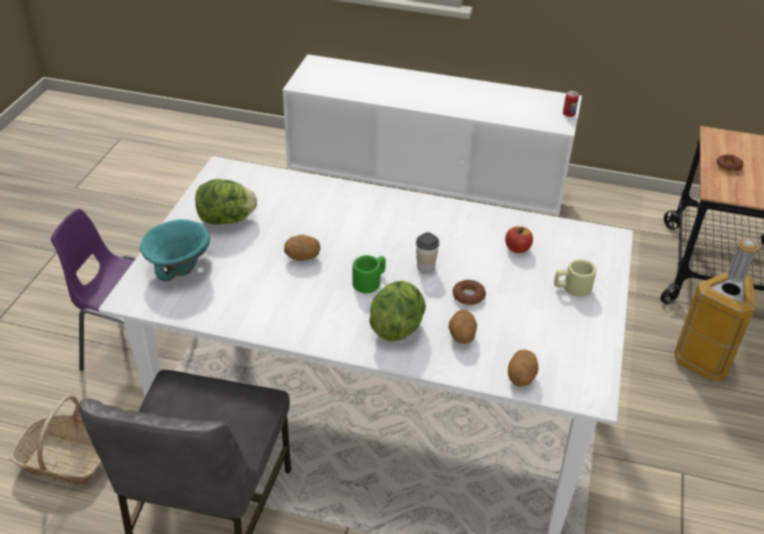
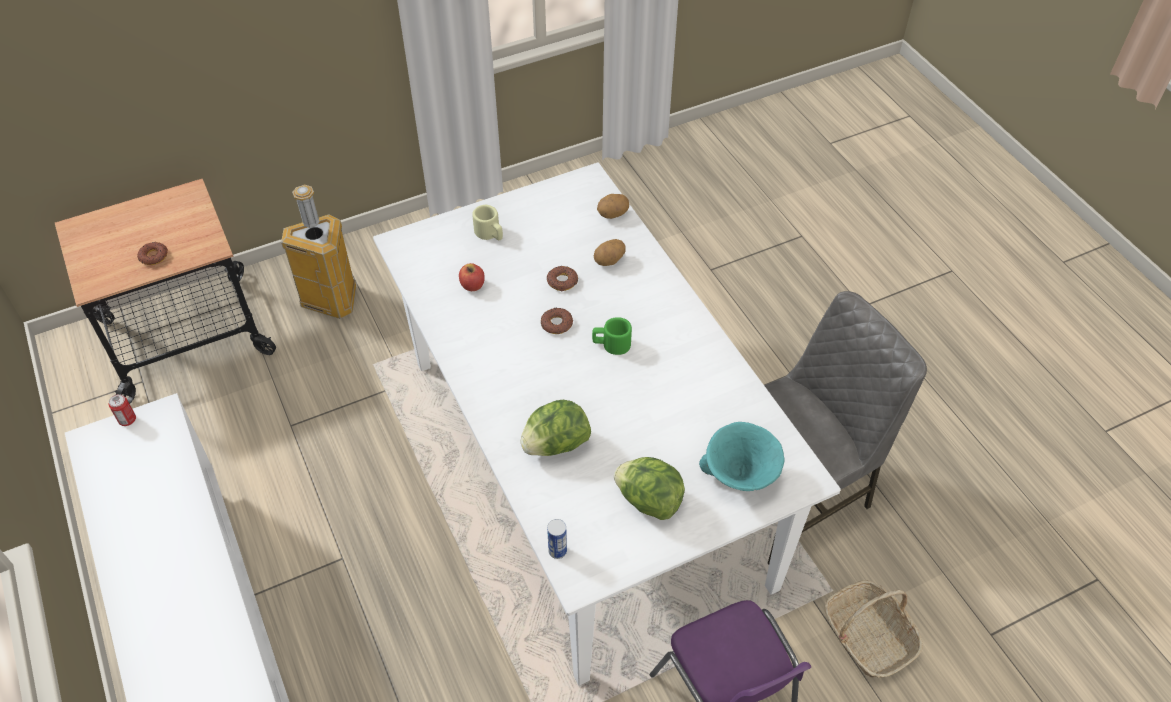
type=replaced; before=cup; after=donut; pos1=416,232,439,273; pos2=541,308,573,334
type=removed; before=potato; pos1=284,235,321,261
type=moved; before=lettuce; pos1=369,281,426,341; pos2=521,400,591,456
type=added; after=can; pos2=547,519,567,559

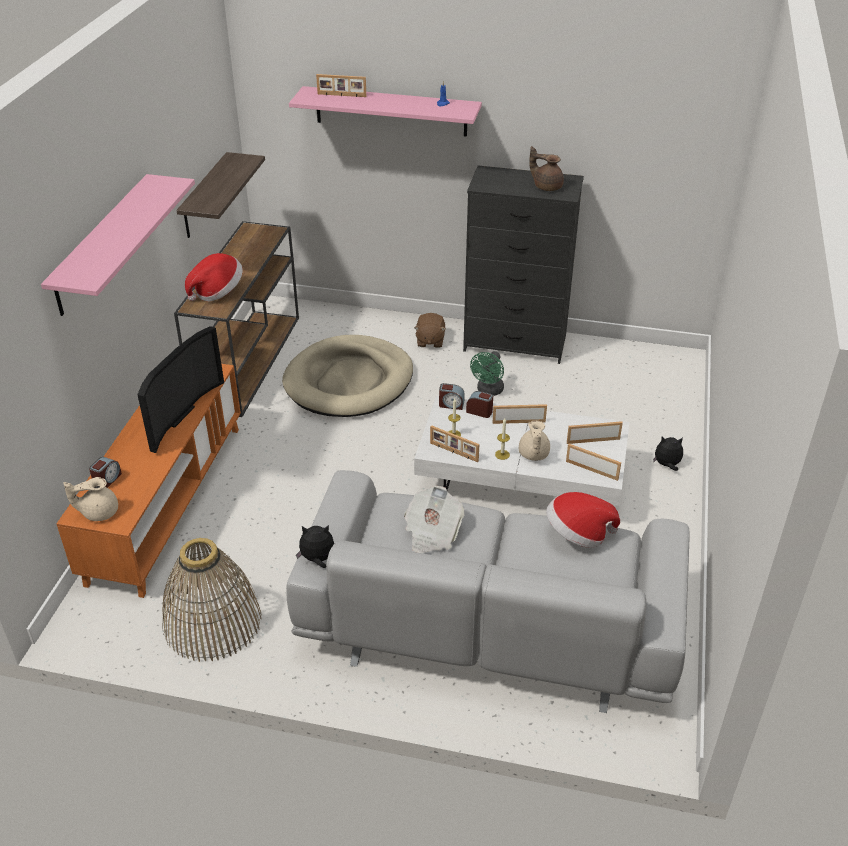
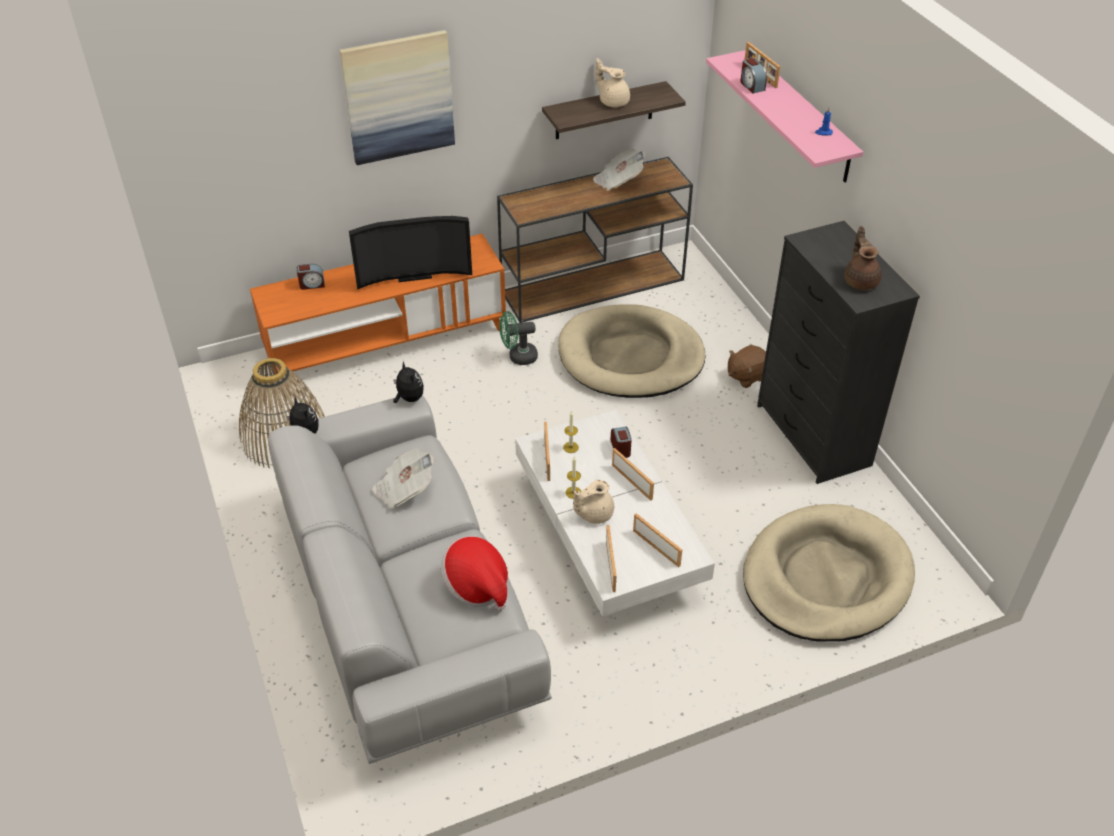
type=replaced; before=shelf in pink; after=picture; pos1=41,174,195,316; pos2=339,30,455,165
type=removed; before=hat; pos1=185,253,243,301
type=moved; before=fan in green; pos1=470,351,504,396; pos2=500,311,538,365
type=moved; before=alarm clock; pos1=439,383,465,410; pos2=740,58,767,94
type=moved; before=plush toy; pos1=653,437,683,471; pos2=393,361,424,403
type=moved; before=teapot in beige; pos1=63,477,118,521; pos2=596,58,630,107
type=added; after=newspaper; pos2=593,148,646,191
type=added; after=dog bed in beige; pos2=743,504,915,642

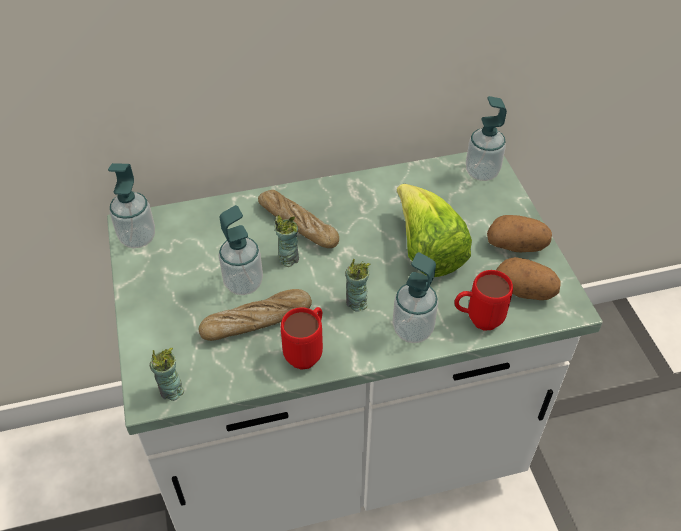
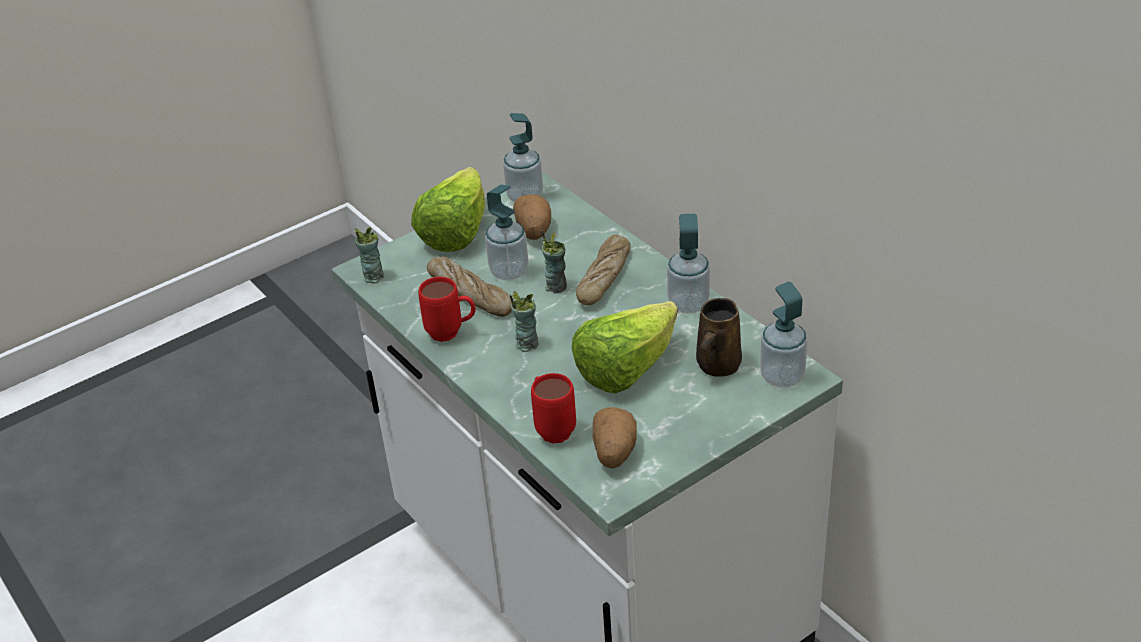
type=moved; before=potato; pos1=487,215,552,252; pos2=513,194,551,240
type=moved; before=soap dispenser; pos1=393,252,438,343; pos2=667,214,710,314
type=added; after=lettuce; pos2=411,167,485,252
type=added; after=mug in brown; pos2=696,298,742,377

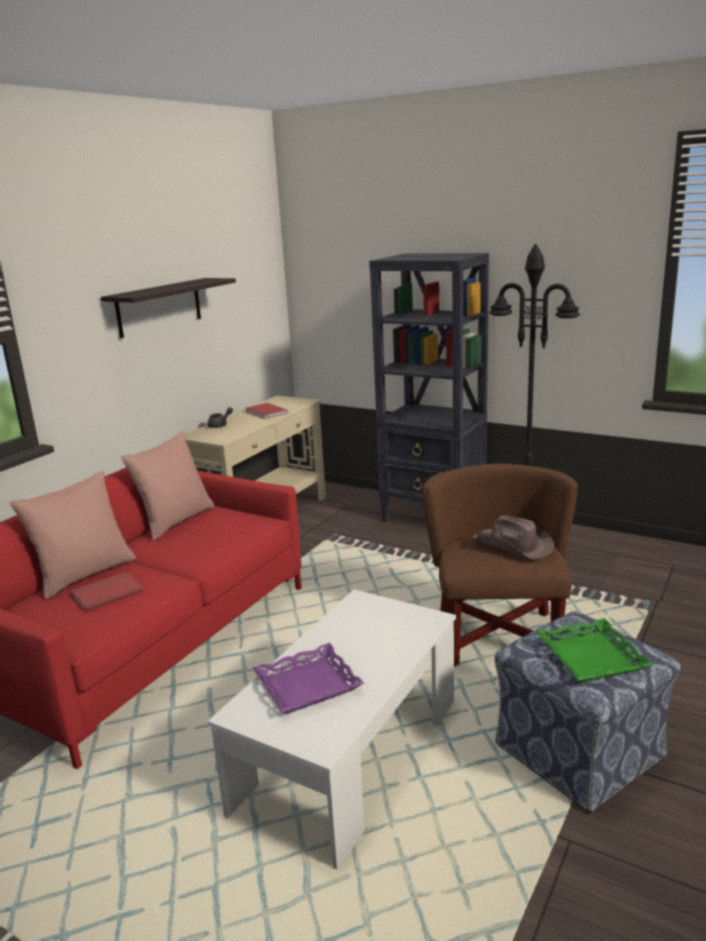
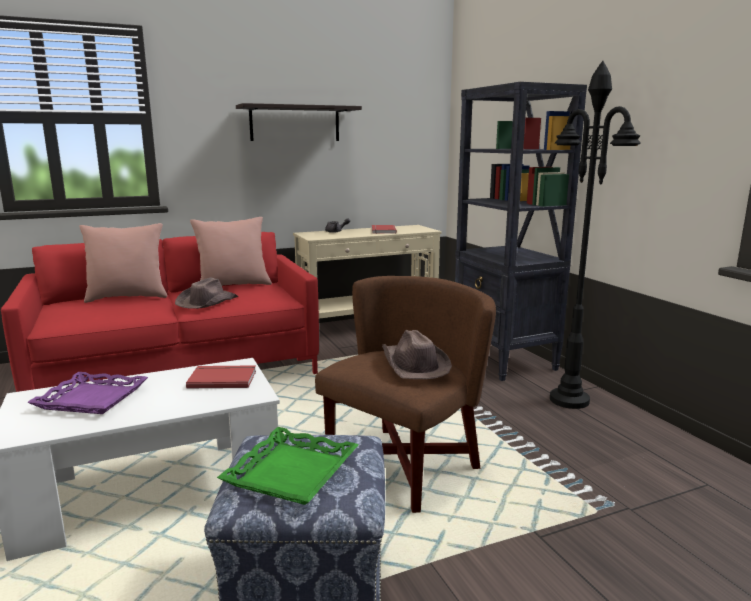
type=moved; before=book in red; pos1=71,572,142,611; pos2=186,365,256,388
type=added; after=hat in brown; pos2=175,277,238,309

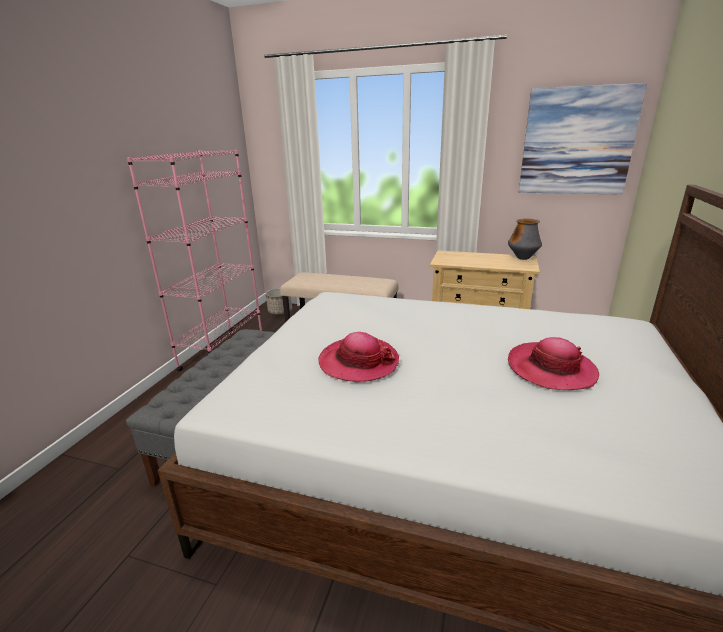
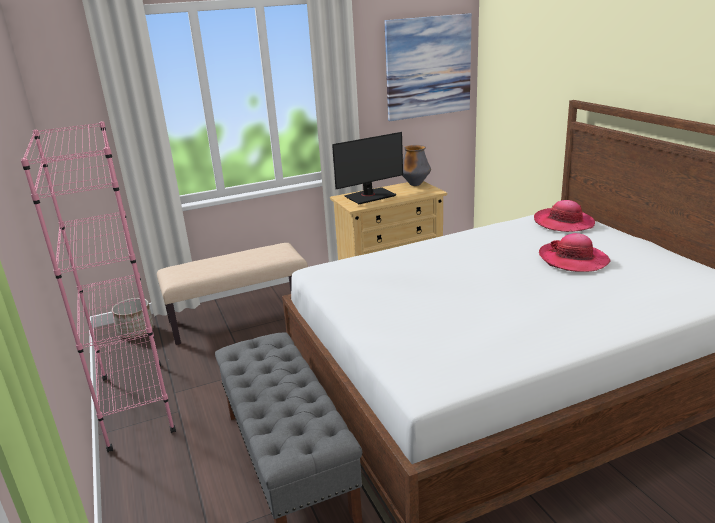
type=moved; before=hat; pos1=318,332,399,383; pos2=534,200,595,232
type=added; after=monitor; pos2=332,132,403,204

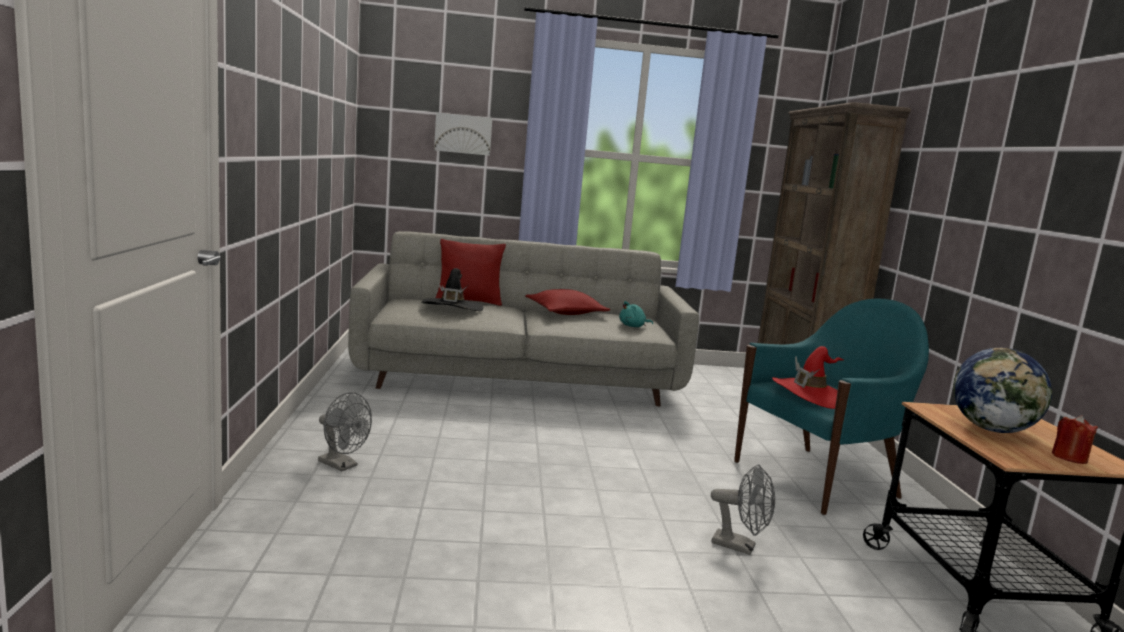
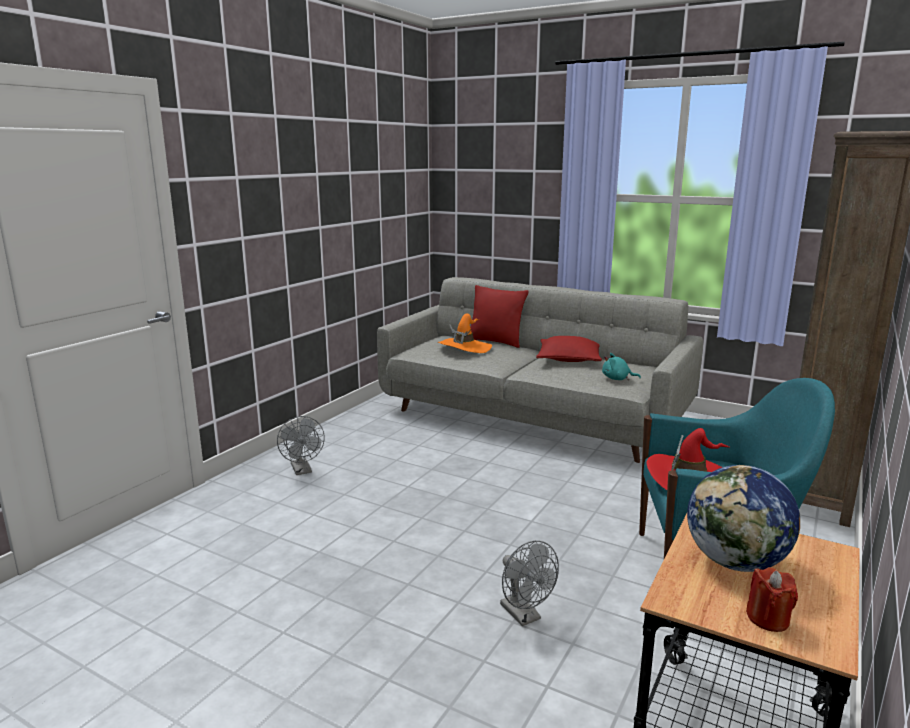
type=removed; before=picture; pos1=434,113,492,156
type=recoloured; before=hat in black; after=hat in orange; pos1=421,268,484,311; pos2=438,314,492,353

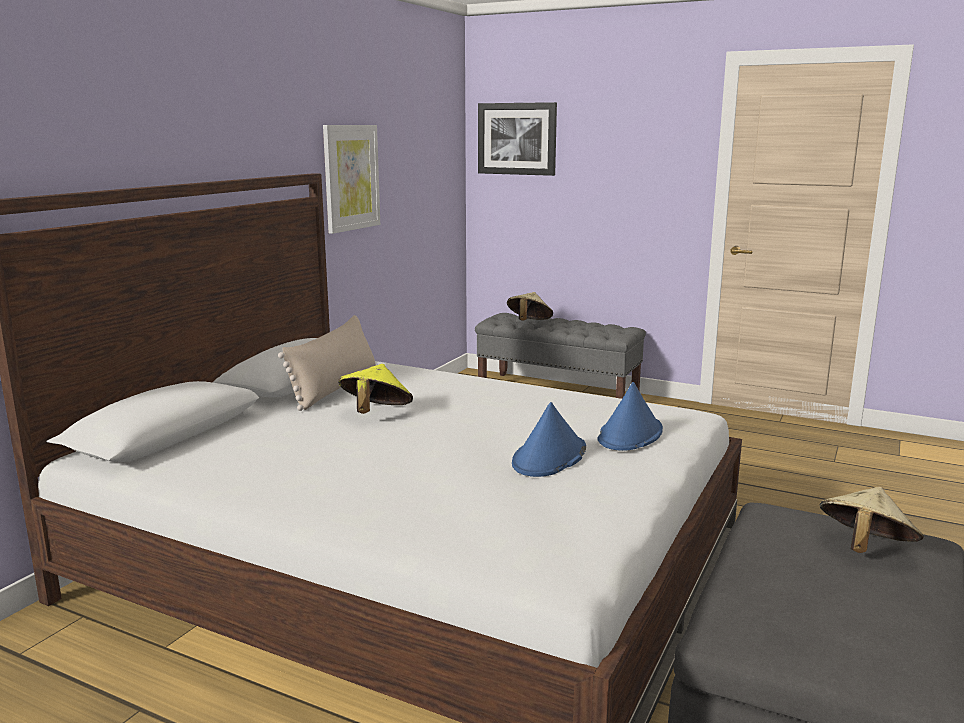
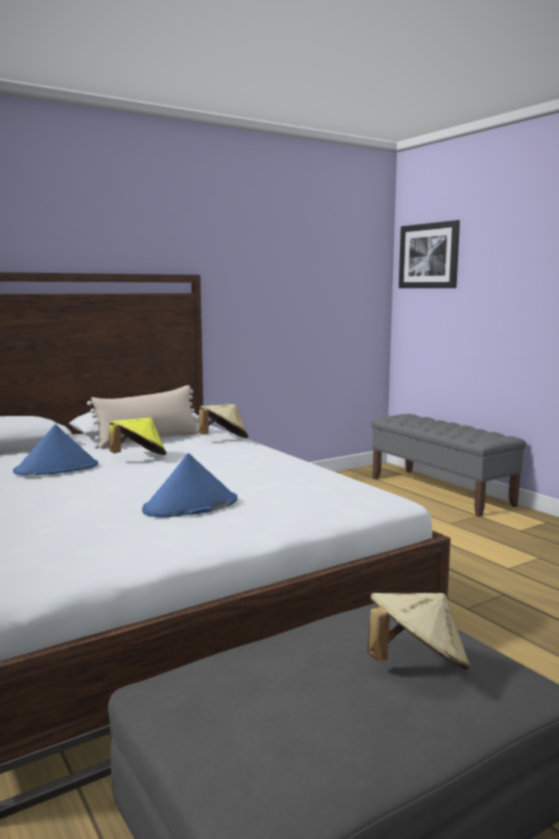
type=removed; before=picture; pos1=323,125,380,234
type=moved; before=hat in beige; pos1=507,292,553,321; pos2=199,404,248,438
type=moved; before=hat in blue; pos1=597,382,663,450; pos2=13,424,98,475

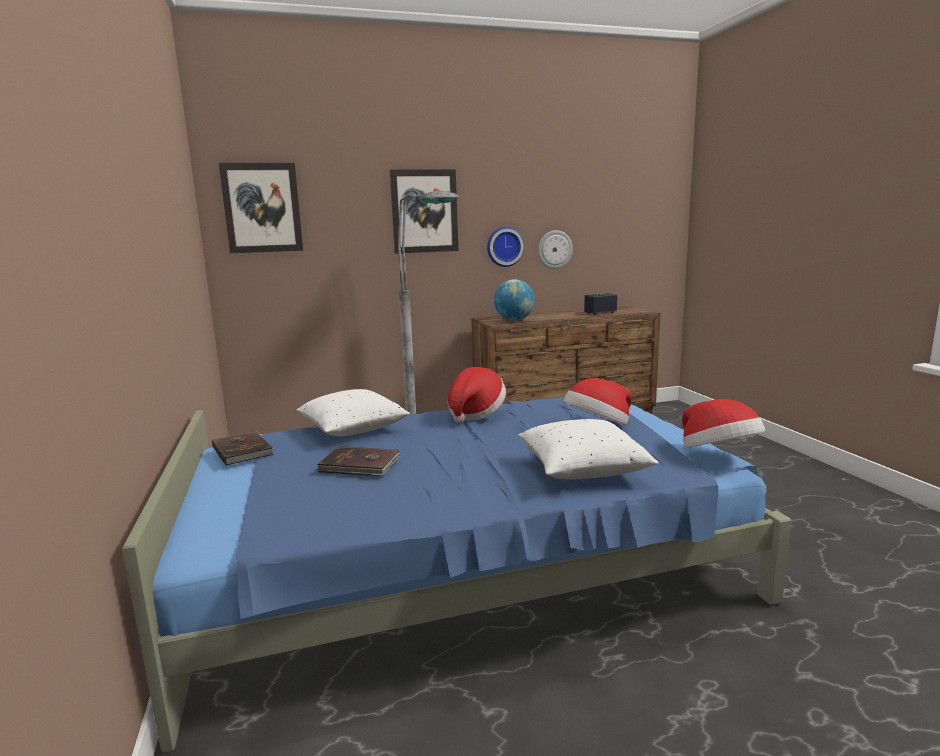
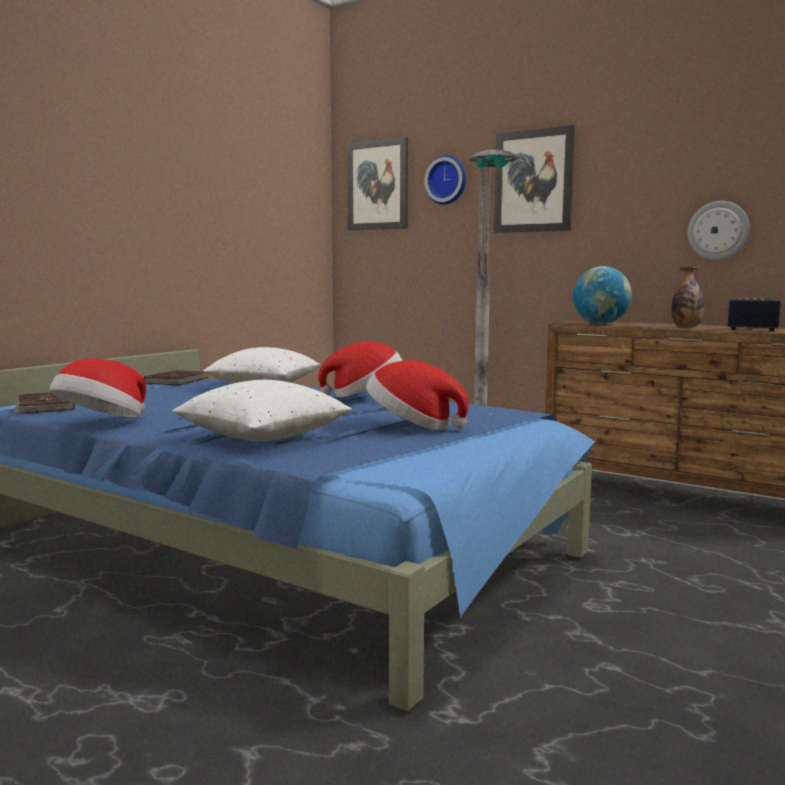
type=moved; before=wall clock; pos1=487,227,524,267; pos2=424,155,466,205
type=moved; before=hat; pos1=682,399,765,448; pos2=50,359,146,418
type=moved; before=book in brown; pos1=317,446,400,476; pos2=14,393,75,414
type=added; after=bottle; pos2=671,266,705,327

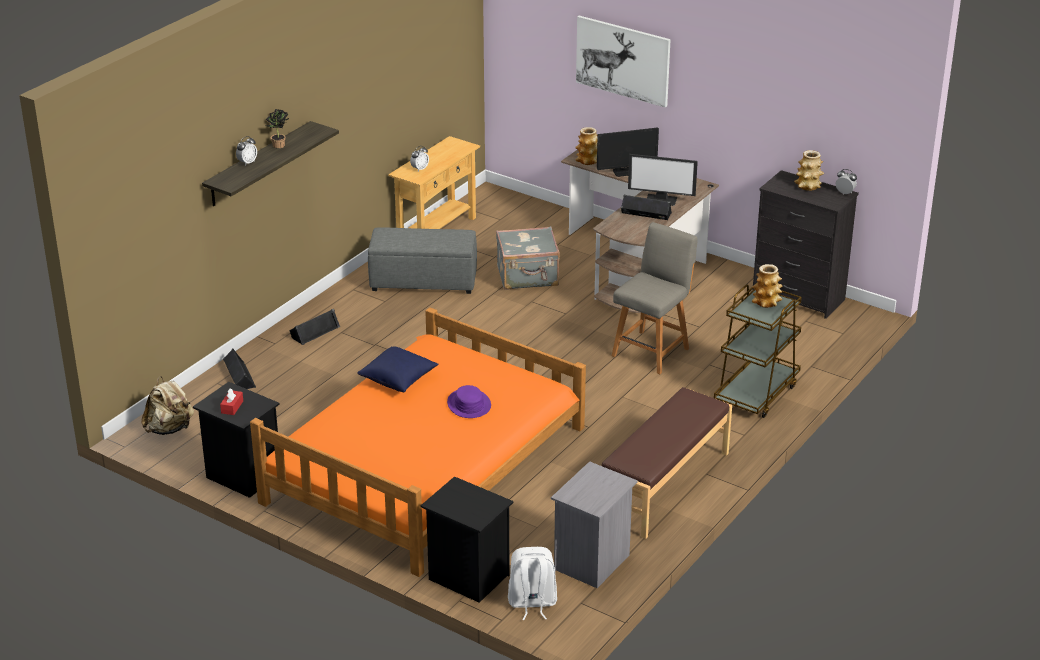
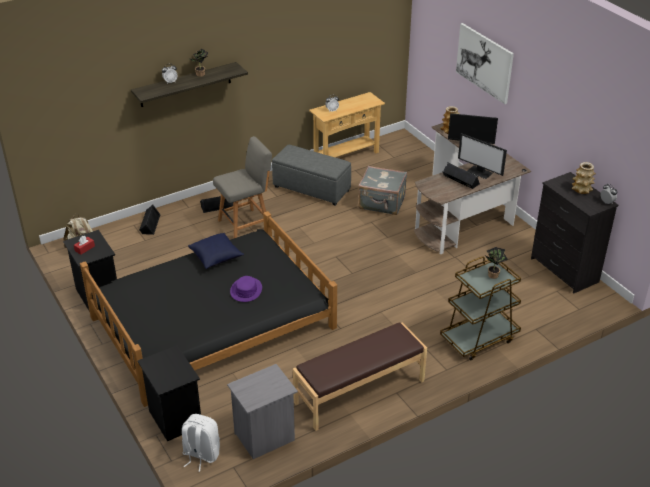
type=moved; before=chair in grey; pos1=611,222,698,374; pos2=213,136,272,238
type=replaced; before=vase; after=potted plant; pos1=752,264,783,308; pos2=486,247,508,279
type=recoloured; before=bed in orange; after=bed in black; pos1=250,307,586,577; pos2=80,211,337,407

